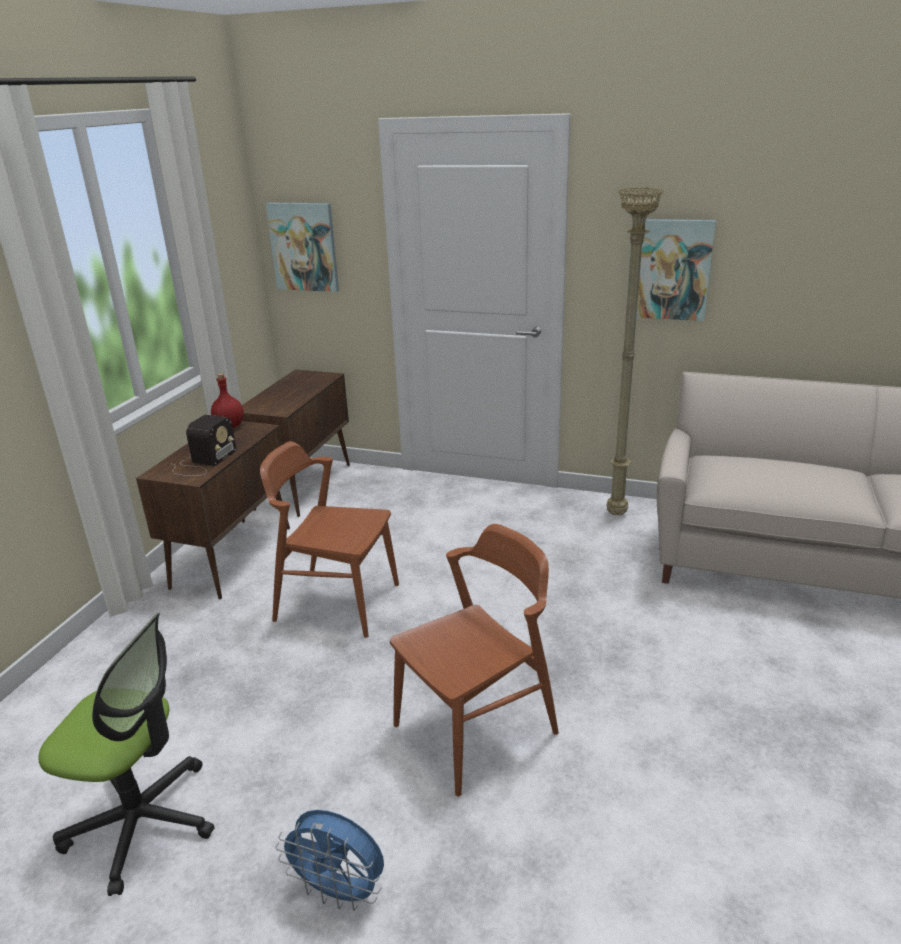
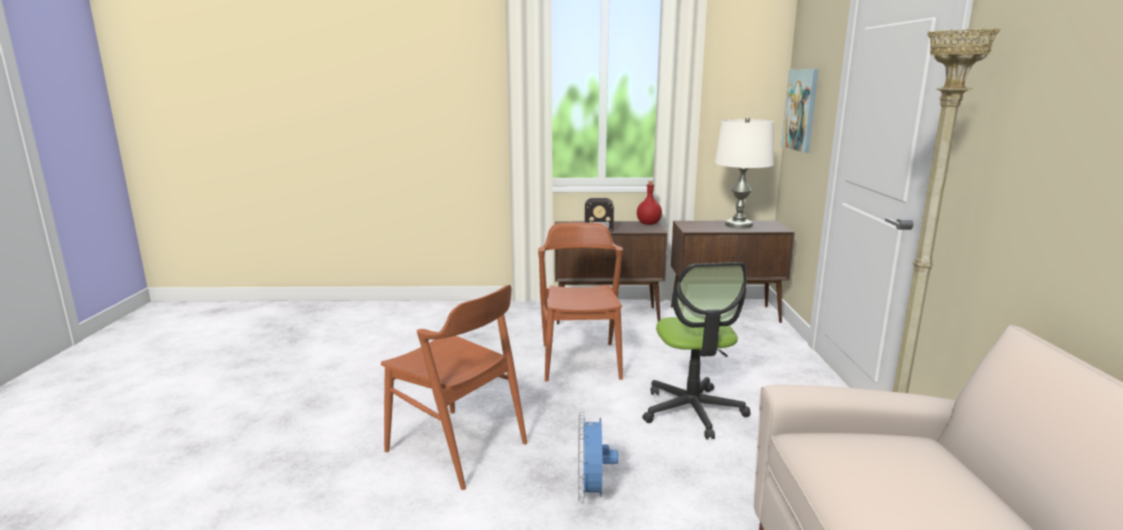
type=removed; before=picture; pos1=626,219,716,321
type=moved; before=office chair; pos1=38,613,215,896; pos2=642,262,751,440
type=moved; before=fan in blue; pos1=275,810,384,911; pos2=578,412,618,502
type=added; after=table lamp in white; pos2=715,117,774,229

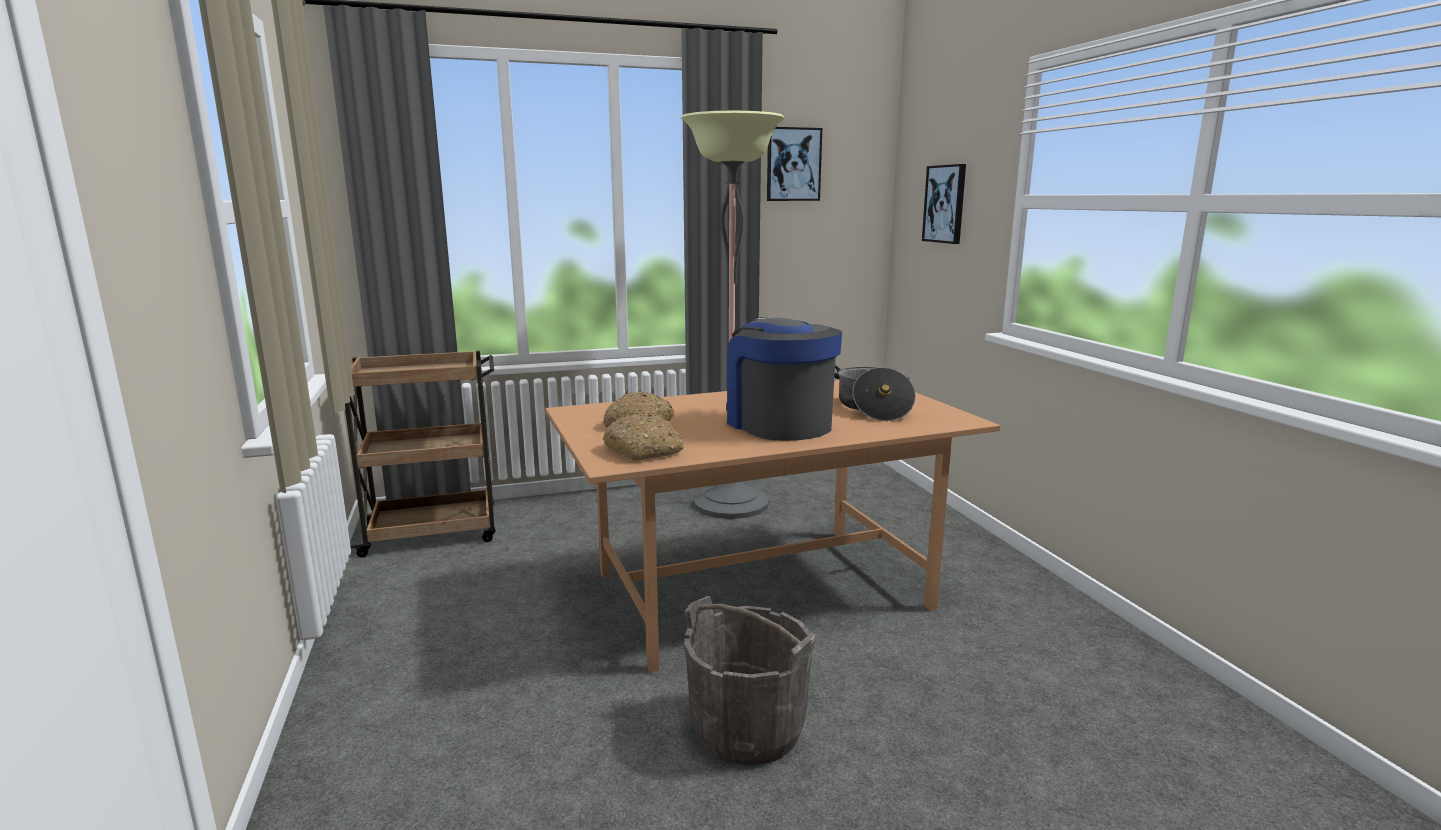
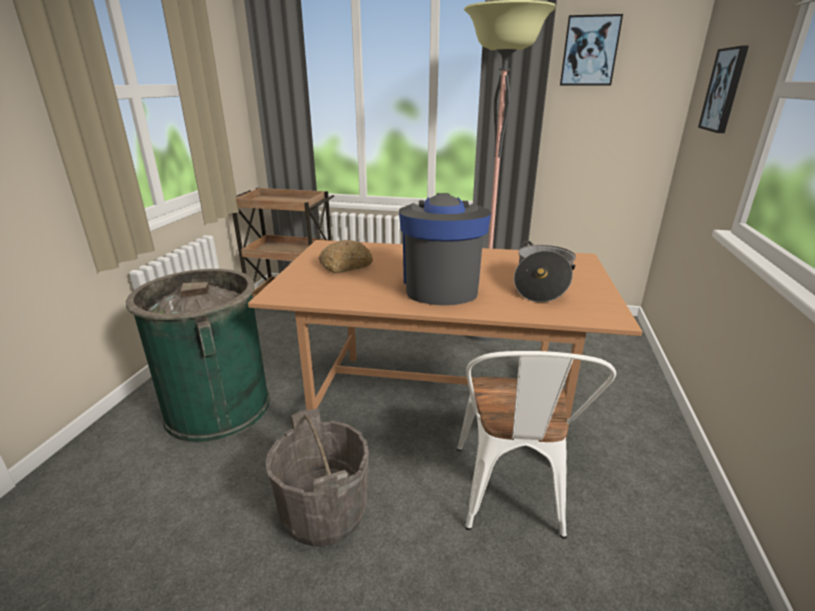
type=removed; before=bread; pos1=603,413,684,461
type=added; after=trash can in green; pos2=126,269,270,443
type=added; after=chair in white; pos2=457,351,616,539

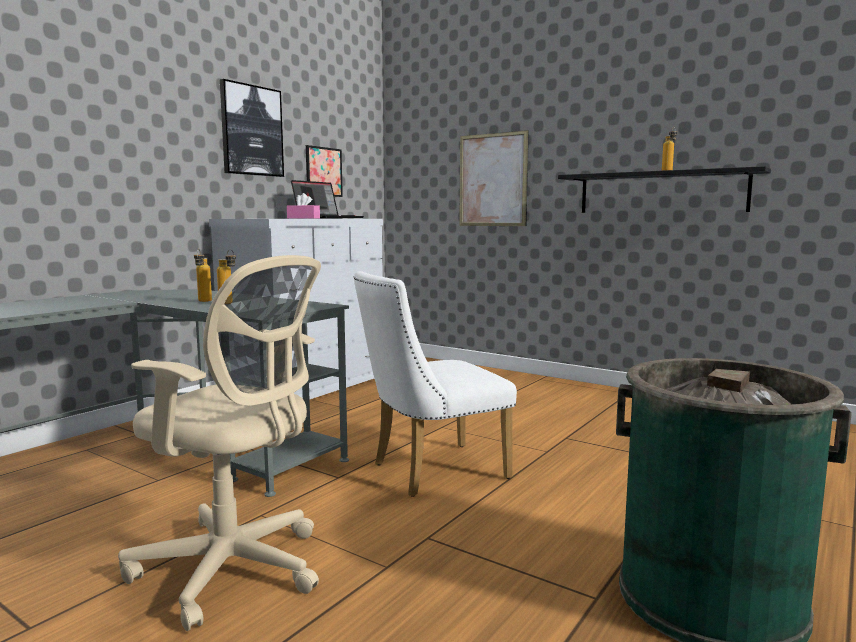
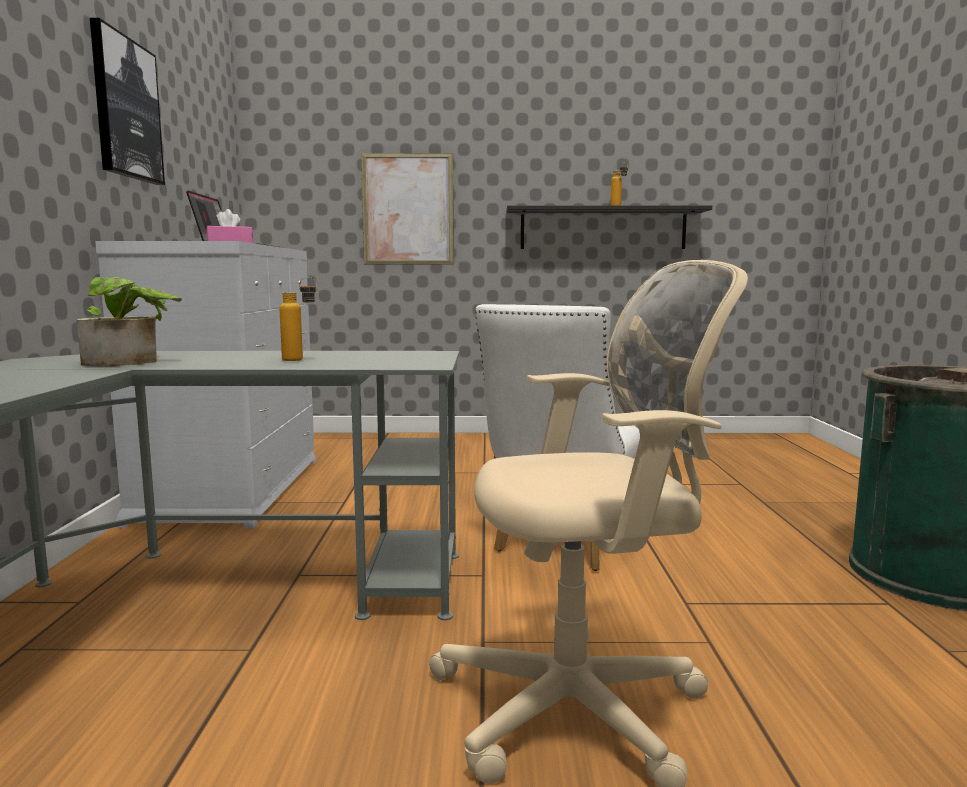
type=removed; before=picture; pos1=306,145,343,197
type=removed; before=bottle; pos1=194,249,212,302
type=added; after=potted plant; pos2=77,277,182,366

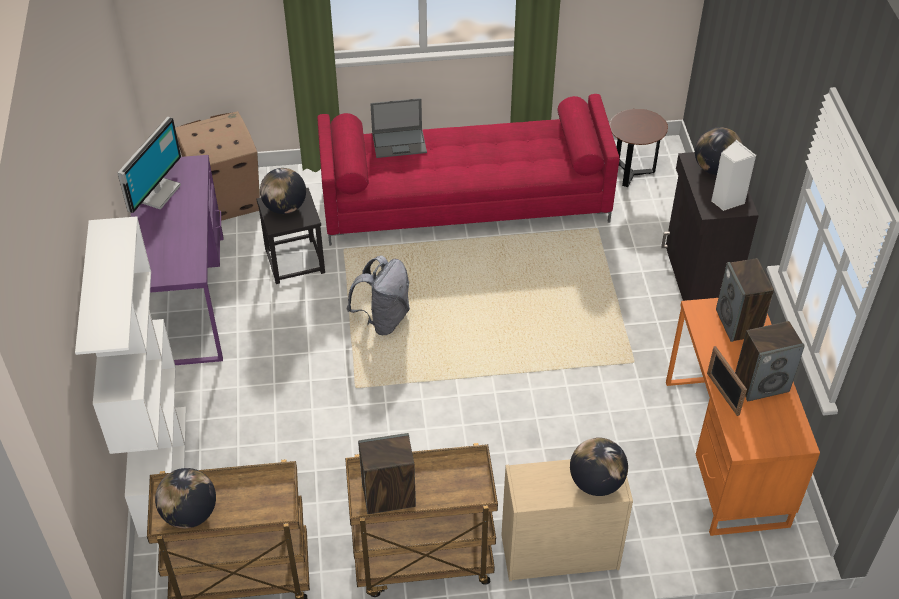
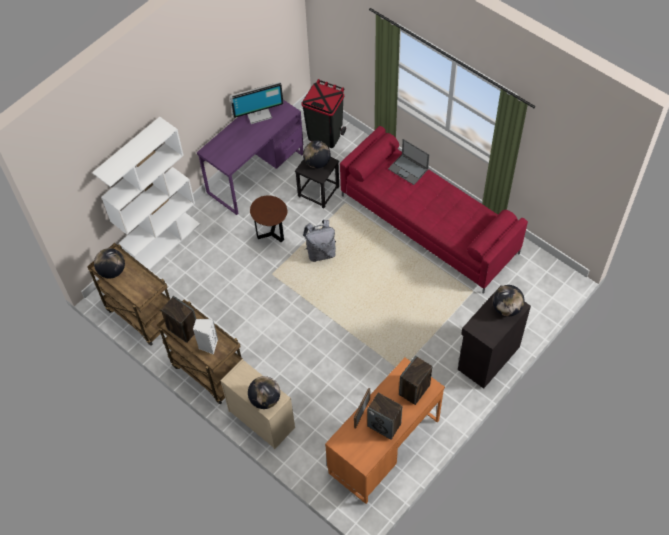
type=moved; before=side table in brown; pos1=609,109,668,187; pos2=250,196,288,243
type=replaced; before=cardboard box; after=trash can in black; pos1=175,111,260,221; pos2=301,79,346,148
type=moved; before=speaker in white; pos1=711,140,757,211; pos2=193,319,218,355

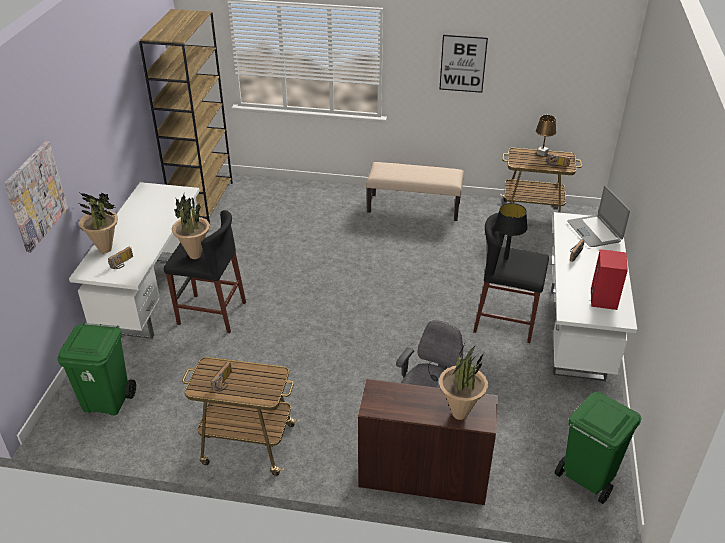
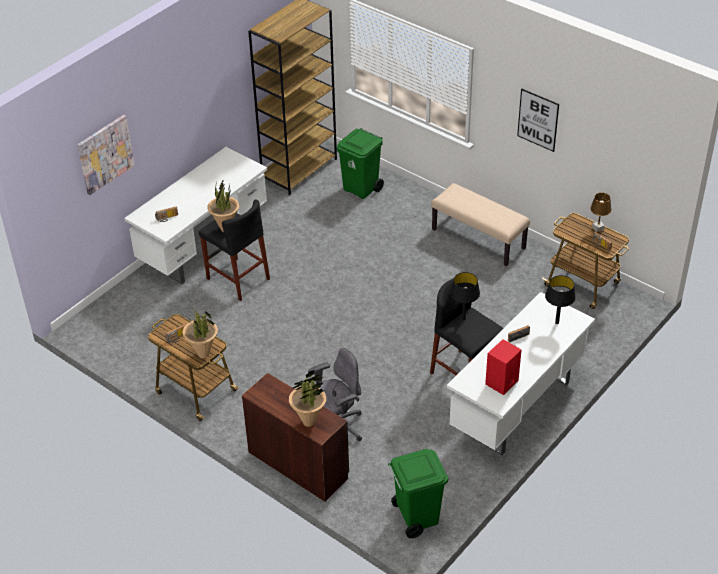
type=replaced; before=laptop; after=table lamp in black; pos1=567,186,630,247; pos2=545,275,576,324
type=moved; before=potted plant; pos1=79,193,118,253; pos2=182,305,218,358
type=moved; before=trash can in green; pos1=57,322,136,415; pos2=337,128,384,199

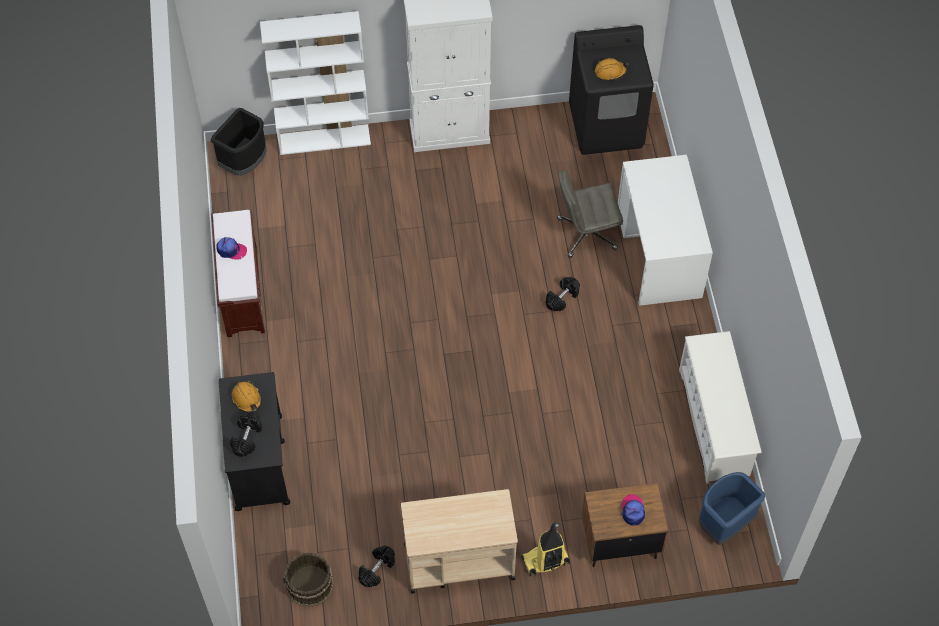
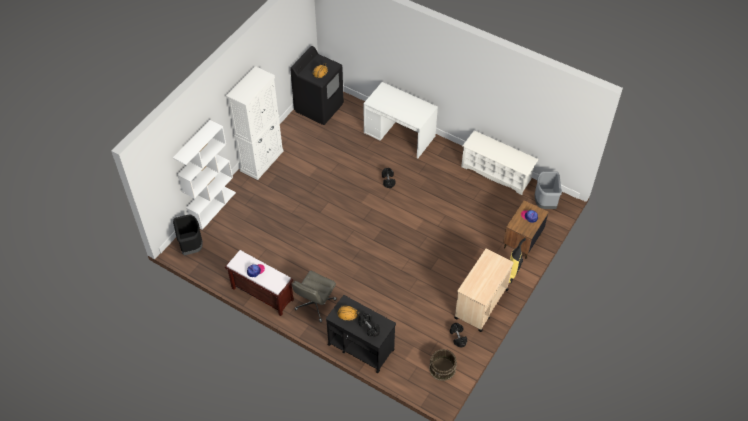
type=moved; before=office chair in grey; pos1=557,170,623,258; pos2=292,271,337,322
type=recoloured; before=trash can in blue; after=trash can in grey; pos1=699,472,765,545; pos2=534,171,562,209

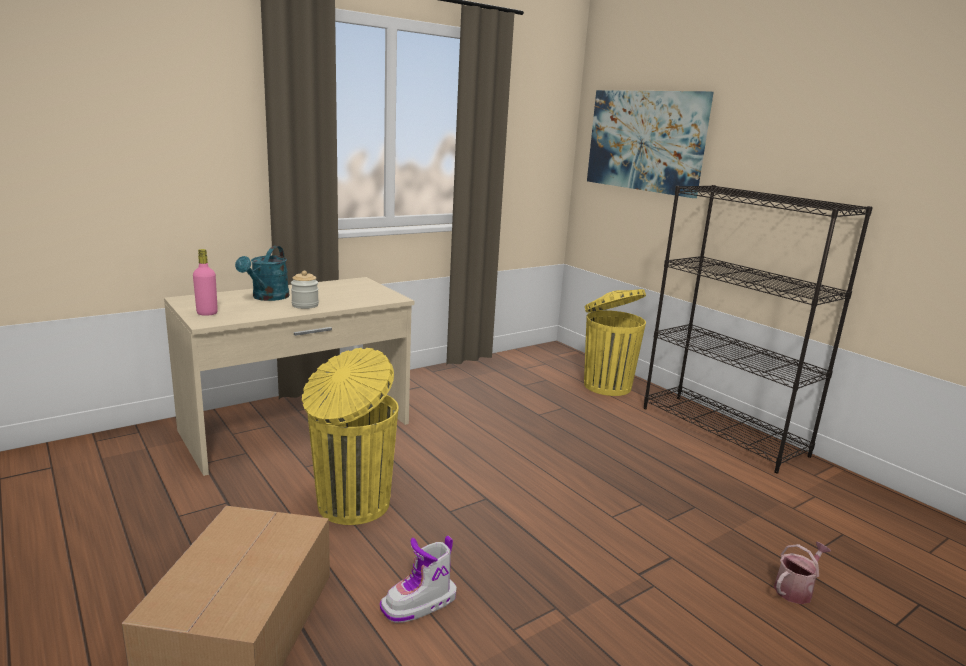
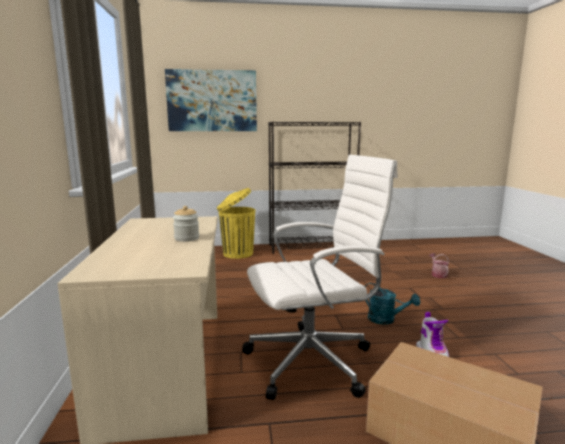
type=moved; before=watering can in turquoise; pos1=235,246,289,301; pos2=365,283,420,325
type=removed; before=bottle in pink; pos1=193,249,218,316
type=replaced; before=trash can in yellow; after=office chair in white; pos1=302,348,399,525; pos2=242,155,398,400

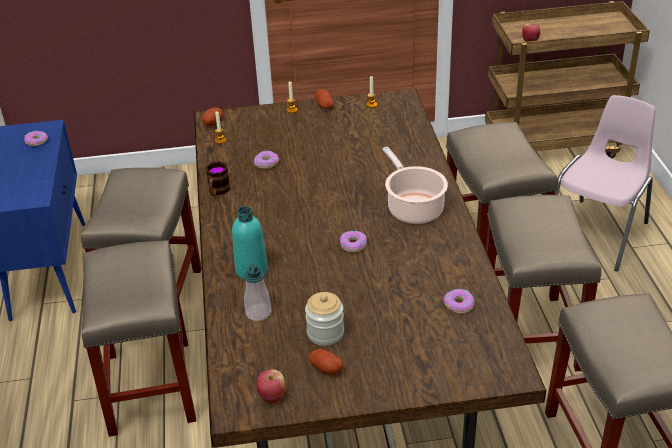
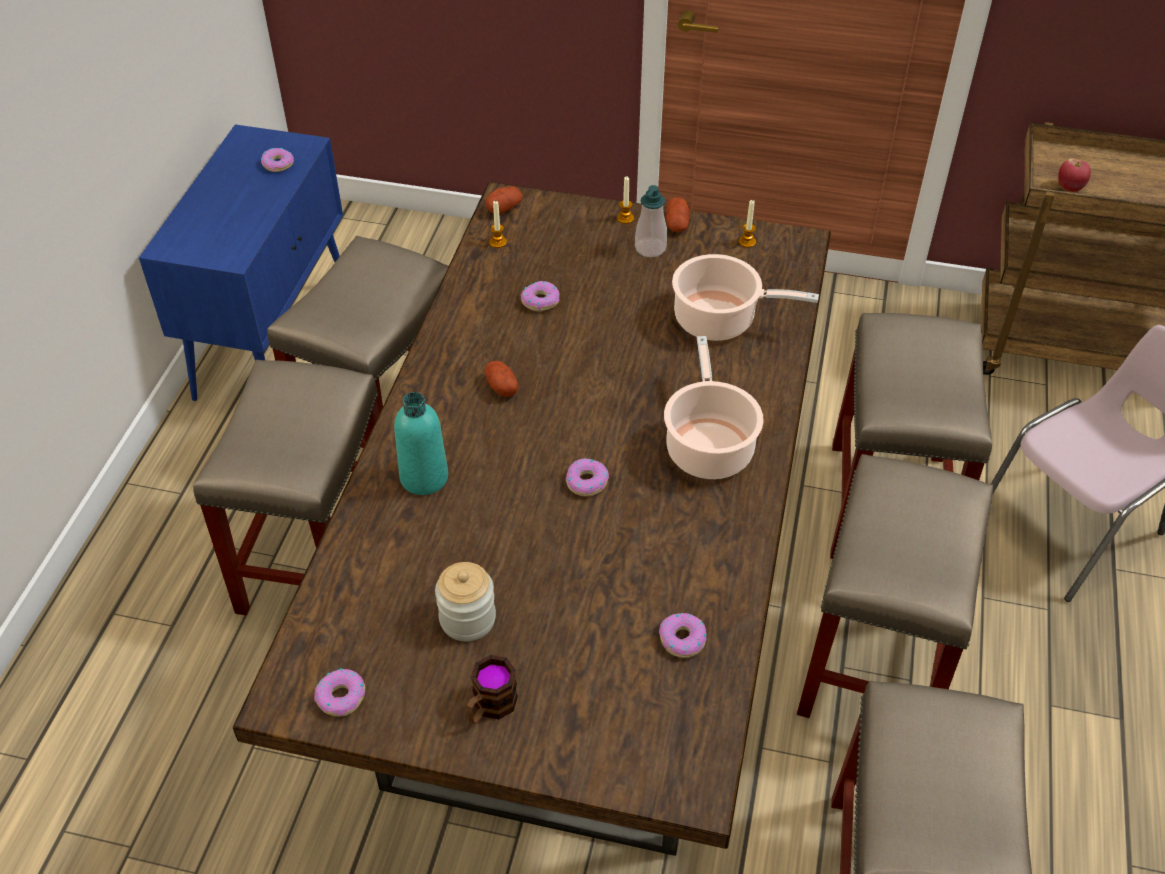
type=moved; before=mug; pos1=206,161,230,196; pos2=466,655,518,724
type=moved; before=soap dispenser; pos1=244,263,272,321; pos2=635,185,667,257
type=moved; before=potato; pos1=308,349,343,375; pos2=484,361,519,397
type=replaced; before=apple; after=donut; pos1=256,369,286,403; pos2=314,668,365,717
type=added; after=cooking pot; pos2=672,254,819,341

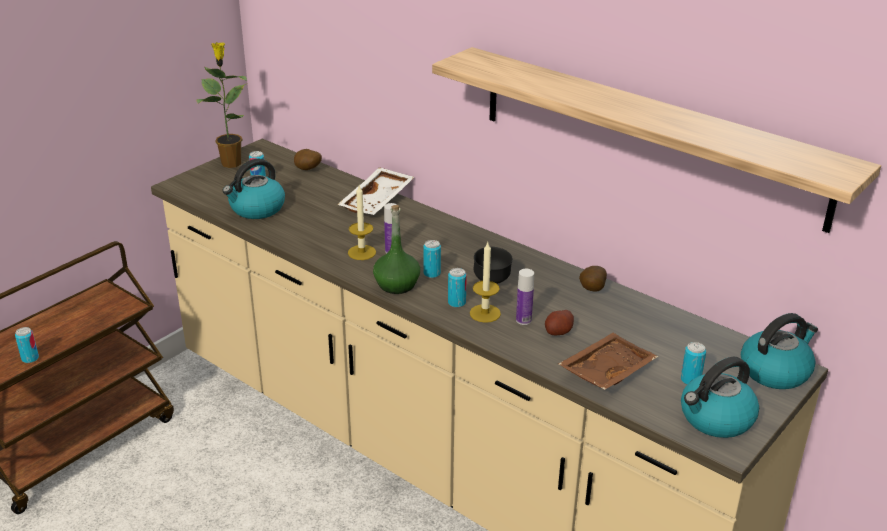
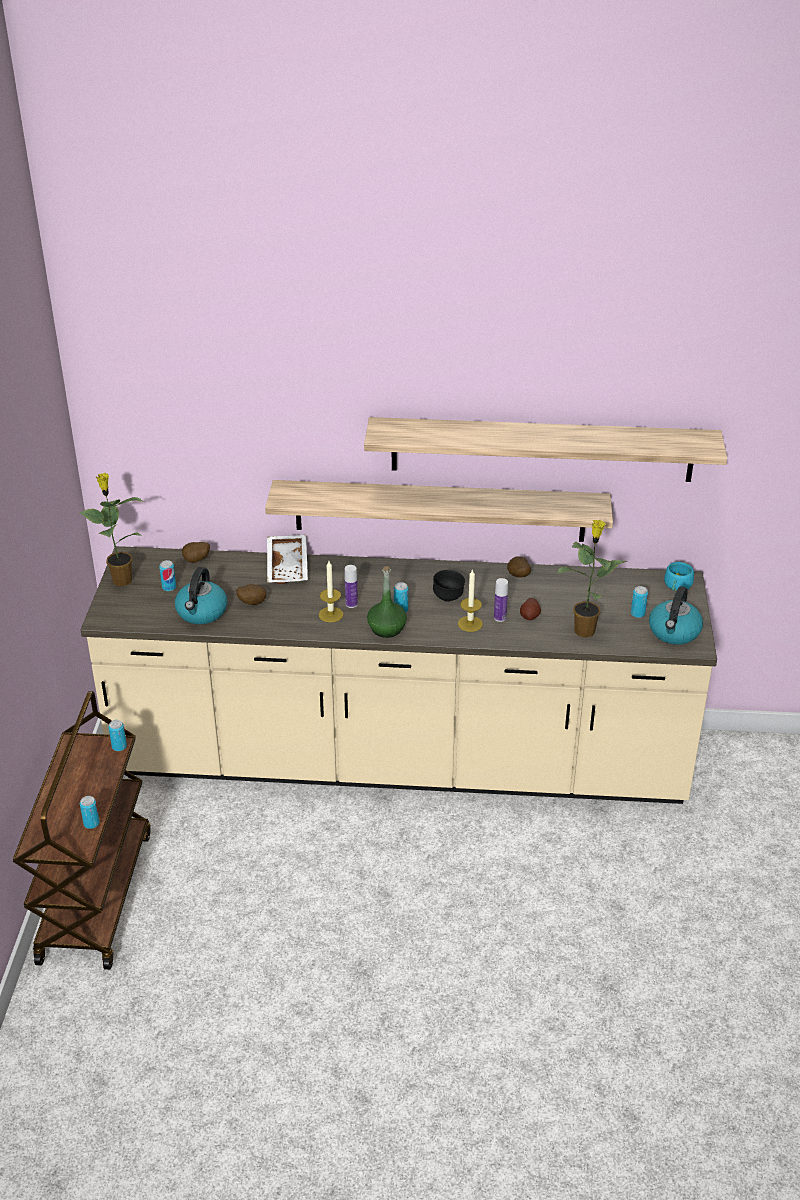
type=moved; before=can; pos1=448,268,467,308; pos2=108,720,127,751
type=replaced; before=kettle; after=cup in turquoise; pos1=741,313,818,389; pos2=664,562,694,591
type=replaced; before=tray in brown; after=potted plant; pos1=558,333,659,390; pos2=556,520,627,638
type=added; after=shelf; pos2=265,480,613,542
type=added; after=potato; pos2=236,584,266,605

